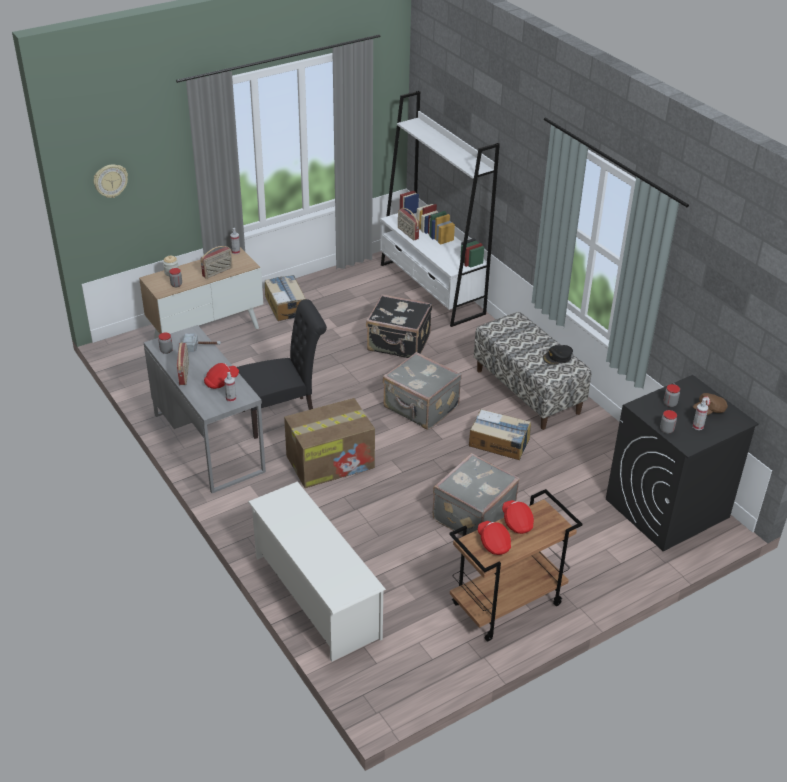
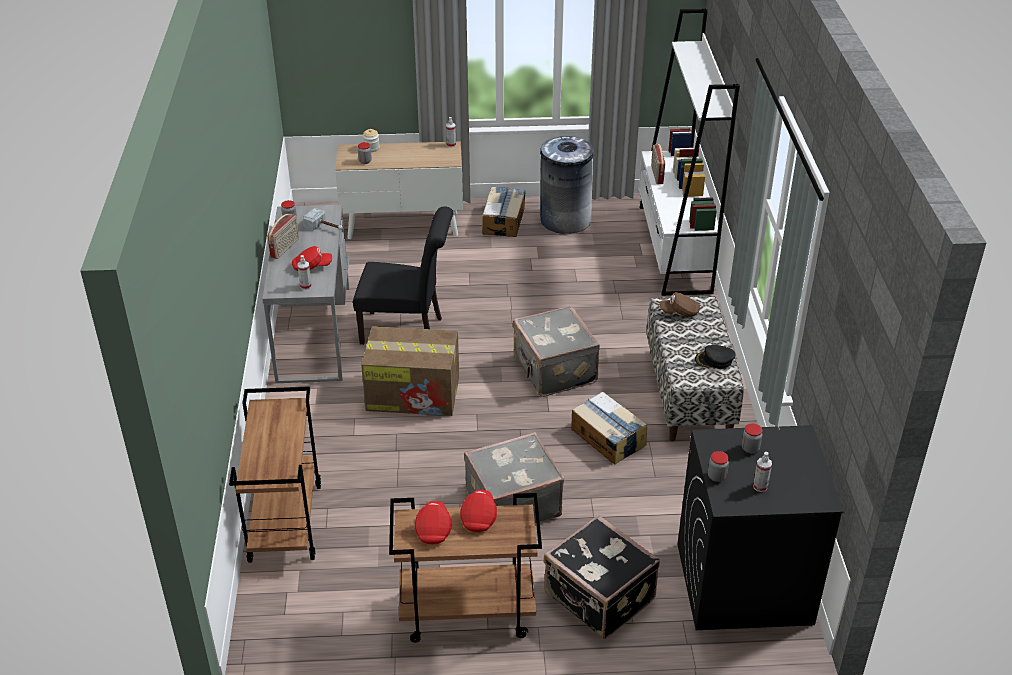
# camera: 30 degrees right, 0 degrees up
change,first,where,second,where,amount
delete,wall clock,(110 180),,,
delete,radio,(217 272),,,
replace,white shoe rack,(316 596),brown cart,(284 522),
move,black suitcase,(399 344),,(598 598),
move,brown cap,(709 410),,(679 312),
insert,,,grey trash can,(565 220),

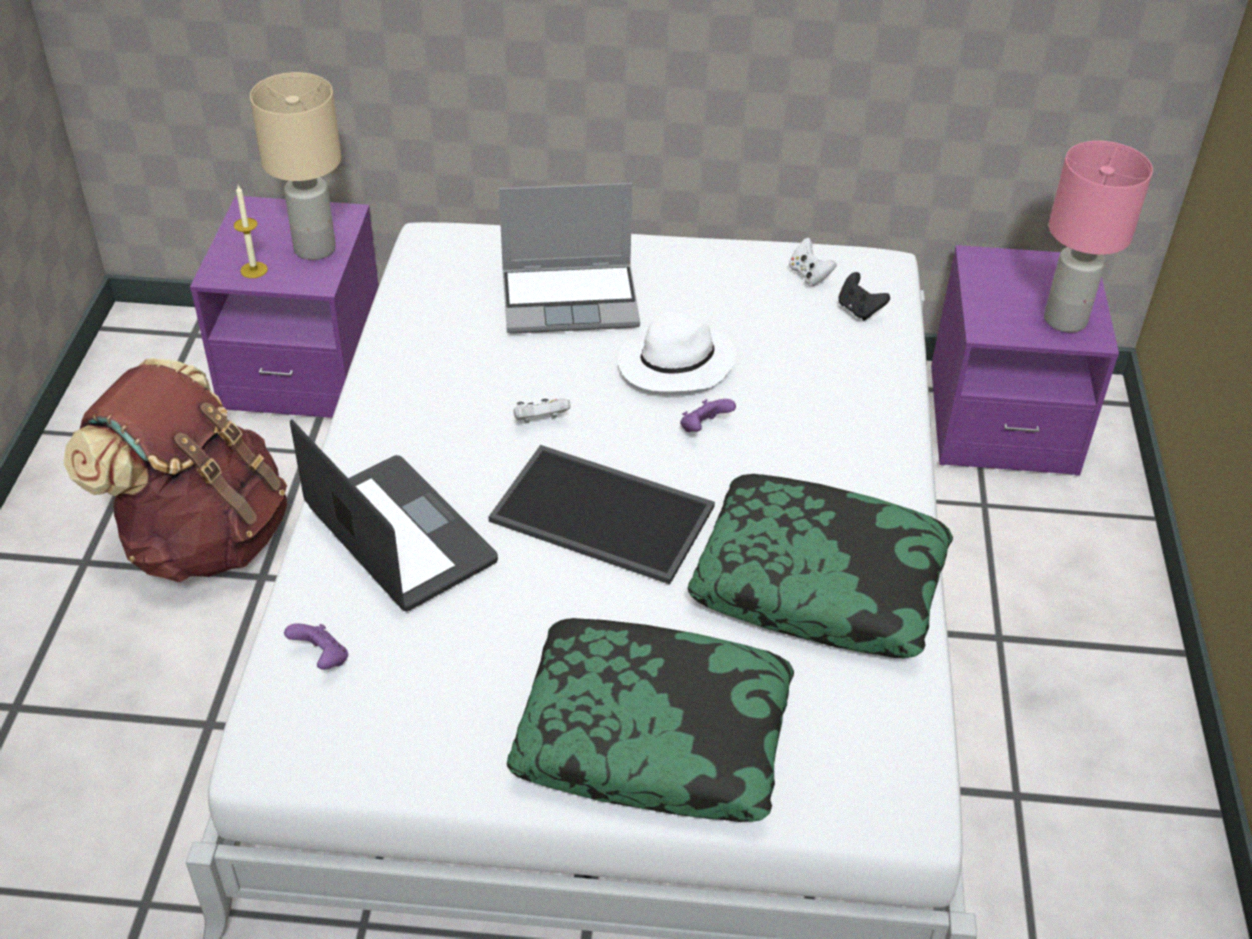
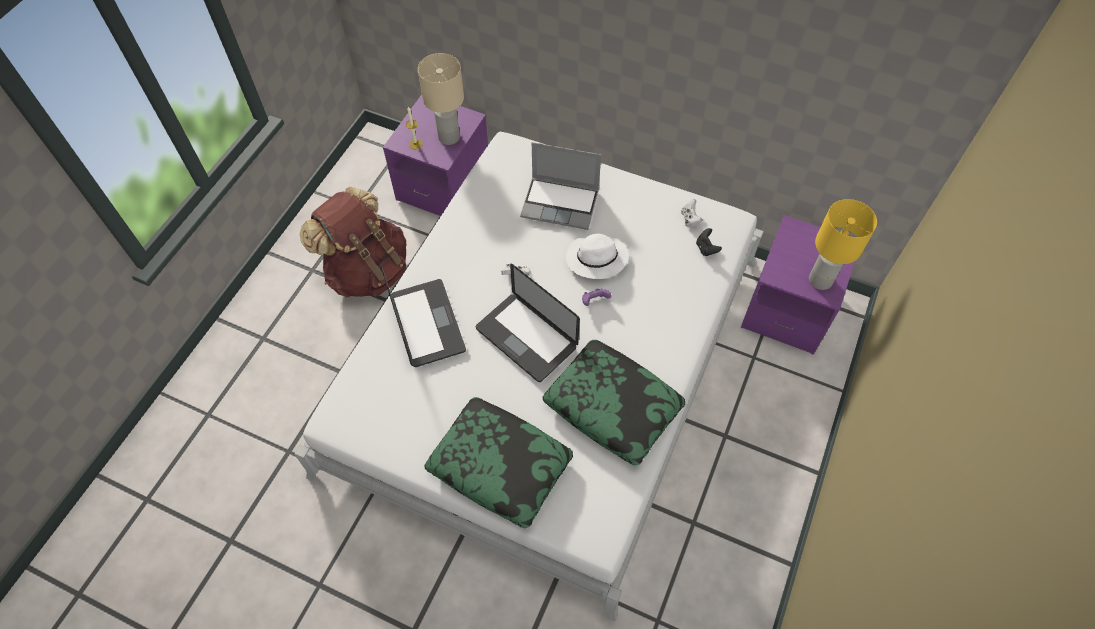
# camera: 20 degrees right, 15 degrees up
change,first,where,second,where,amount
delete,purple game controller,(322 659),,,
replace,tray,(605 512),laptop,(526 338),
recolor,pink table lamp,(1064 319),yellow table lamp,(820 279),

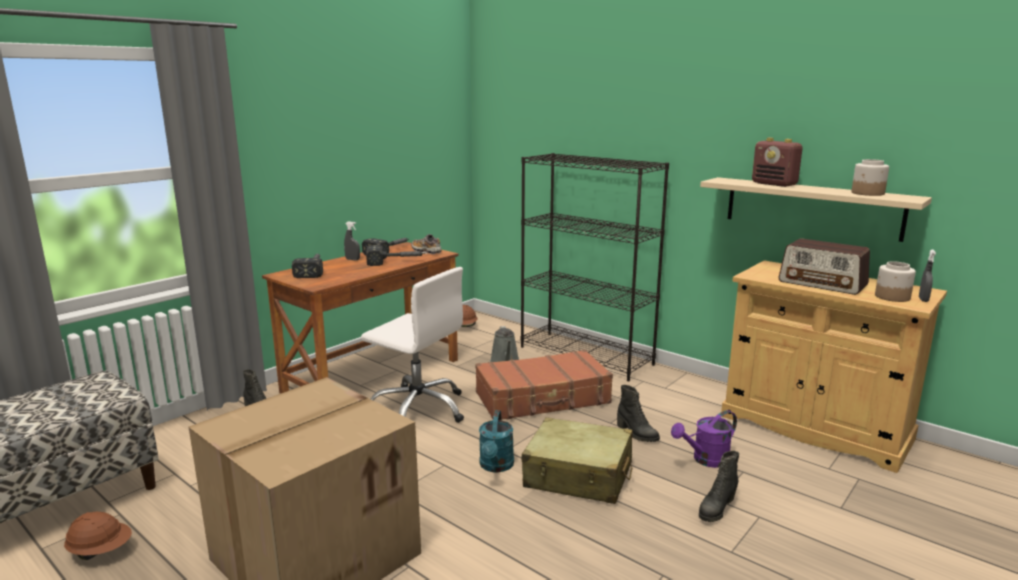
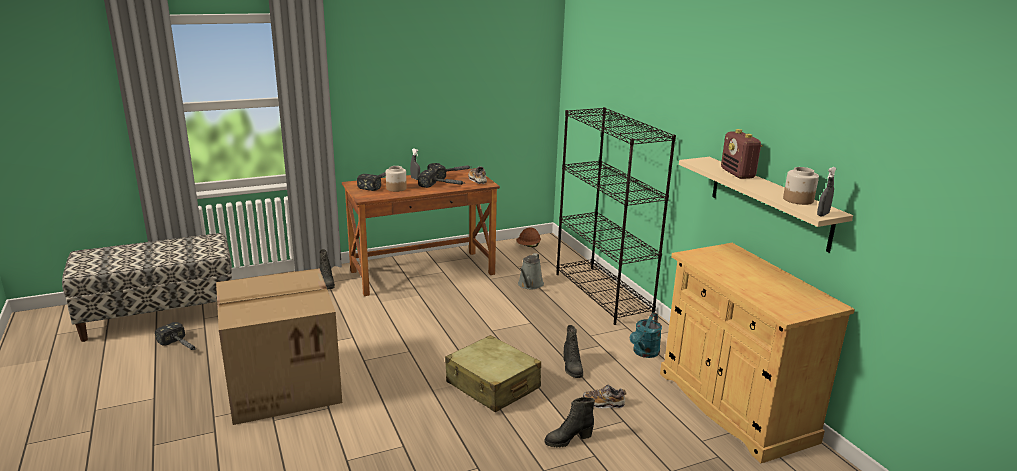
# camera: 25 degrees right, 5 degrees up
change,first,where,second,where,amount
replace,brown hard hat,(101 551),hammer,(181 346),
delete,white office chair,(418 409),,,
delete,brown suitcase,(543 398),,,
move,turquoise watering can,(496 466),,(644 353),
replace,purple watering can,(705 460),shoe,(603 403),
delete,radio,(822 283),,,
move,jar,(892 297),,(396 188),
move,grey spray bottle,(923 300),,(822 214),

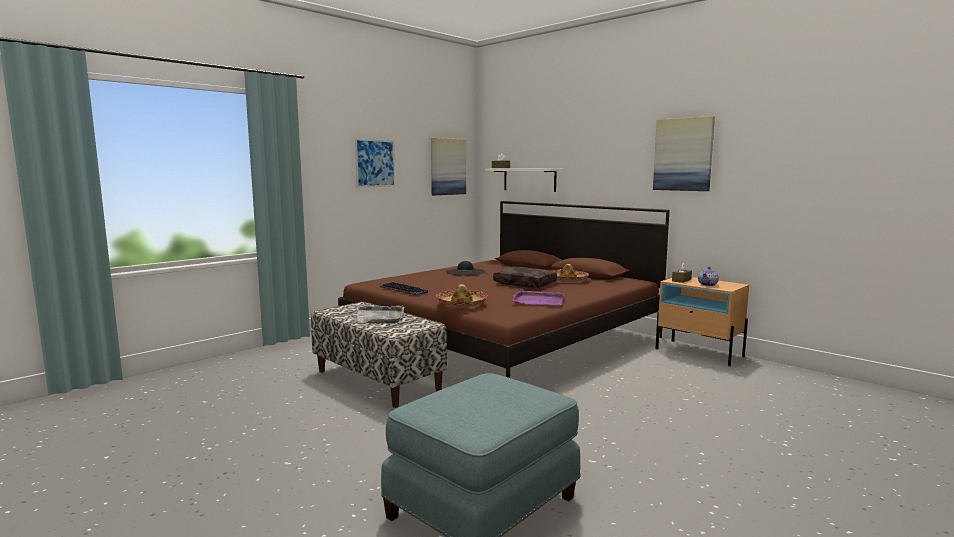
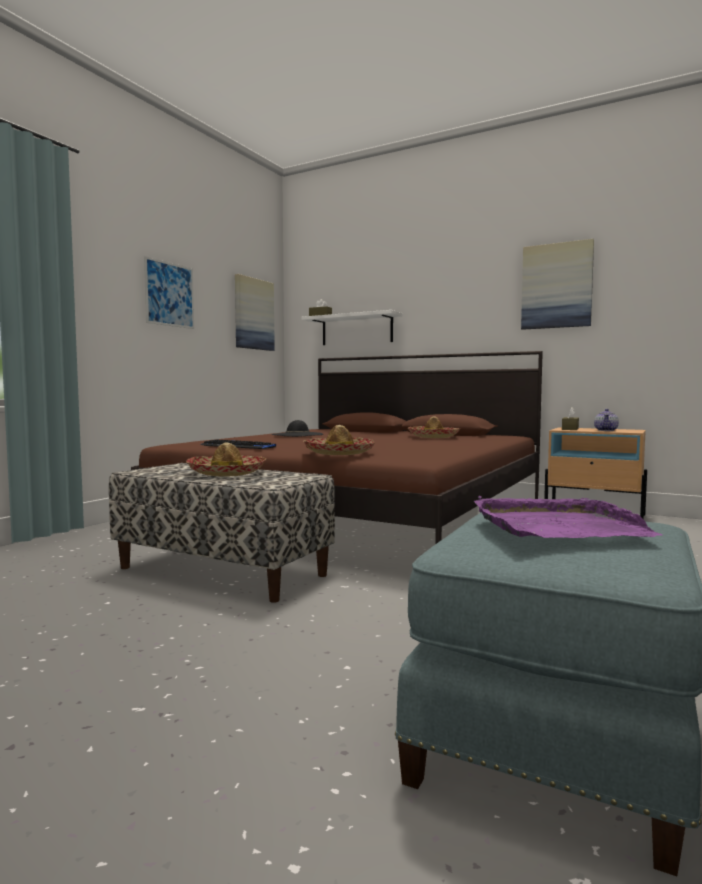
# camera: 15 degrees left, 5 degrees down
change,first,where,second,where,amount
replace,grey tray,(380 317),hat,(226 473),
delete,brown pillow,(525 284),,,
move,purple tray,(538 301),,(557 526),

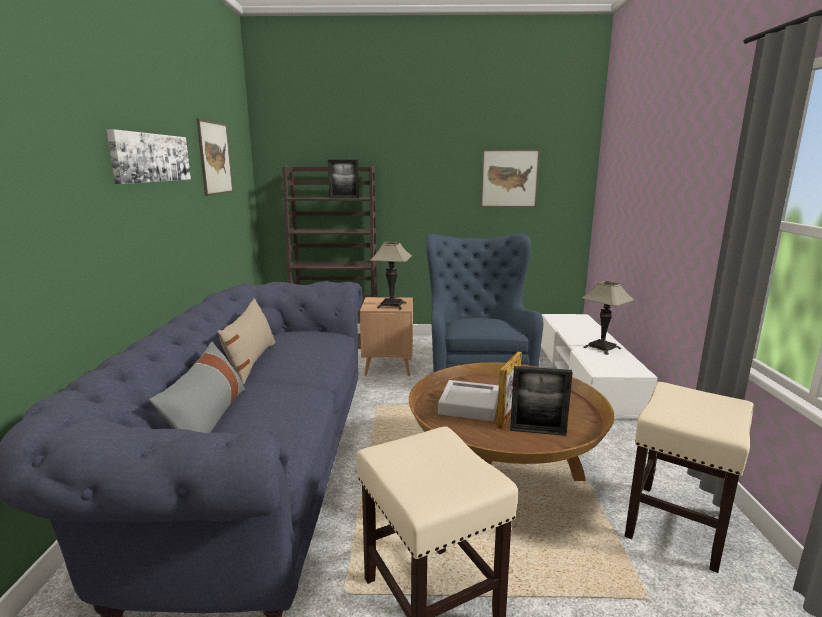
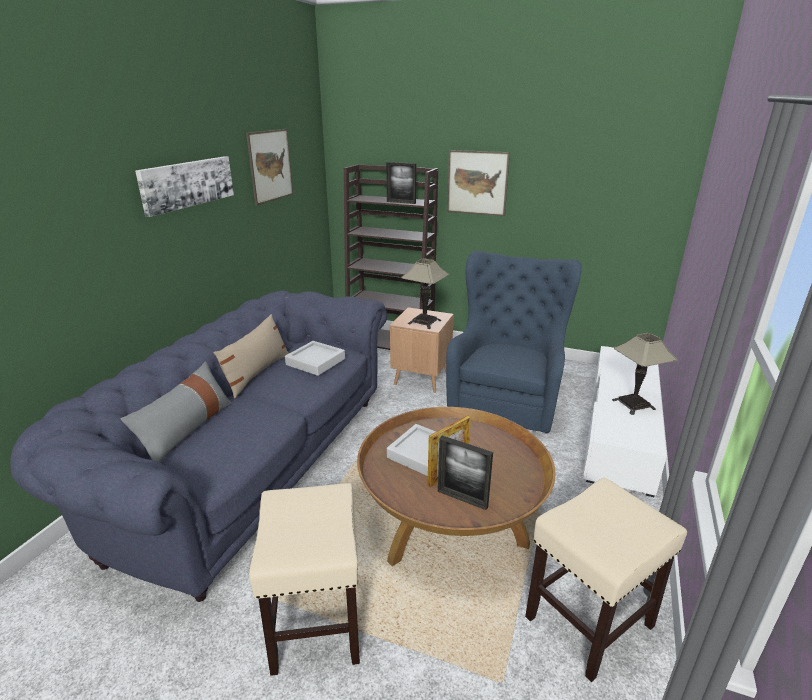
# camera: 20 degrees right, 10 degrees up
change,first,where,second,where,amount
move,picture,(509 178),,(477 183),
insert,,,grey tray,(315 362),

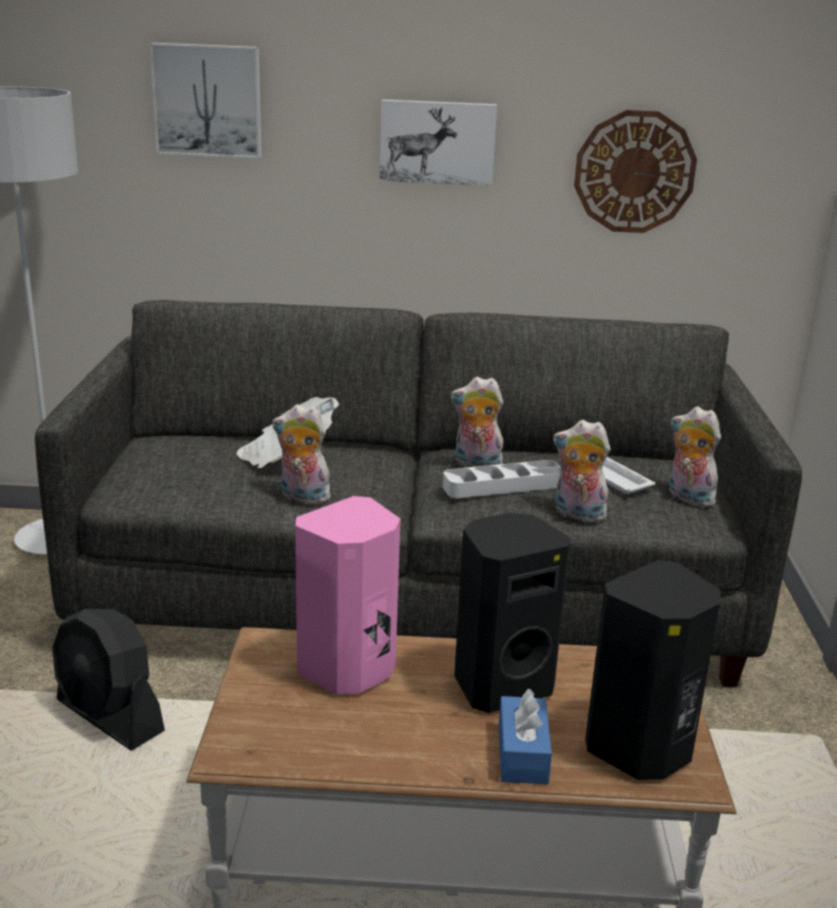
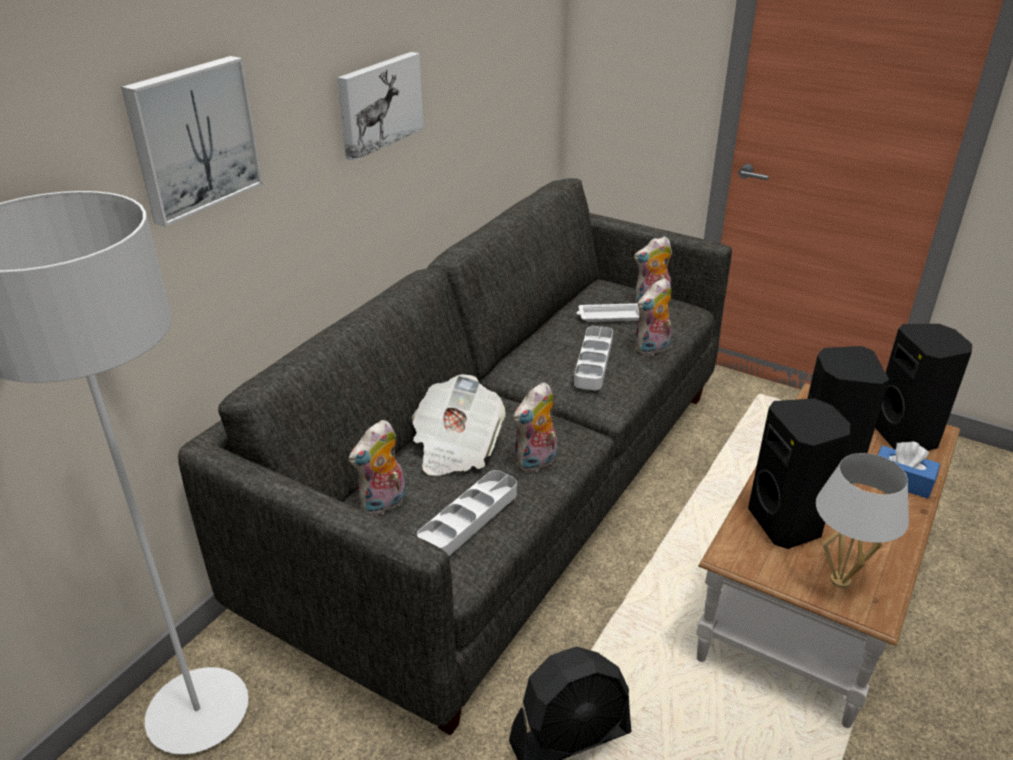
# camera: 60 degrees left, 10 degrees up
change,first,where,second,where,amount
recolor,pink speaker,(349 670),black speaker,(787 523),
move,plush toy,(476 465),,(383 505),
delete,wall clock,(634 172),,,
insert,,,grey tray,(469 519),
insert,,,white table lamp,(840 580),

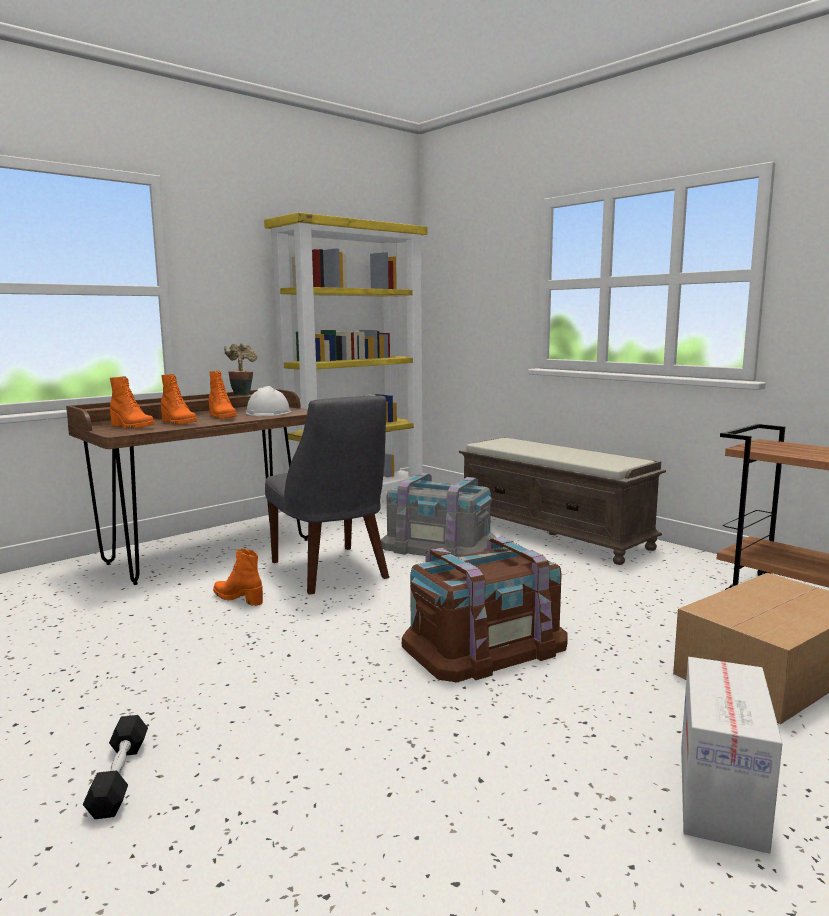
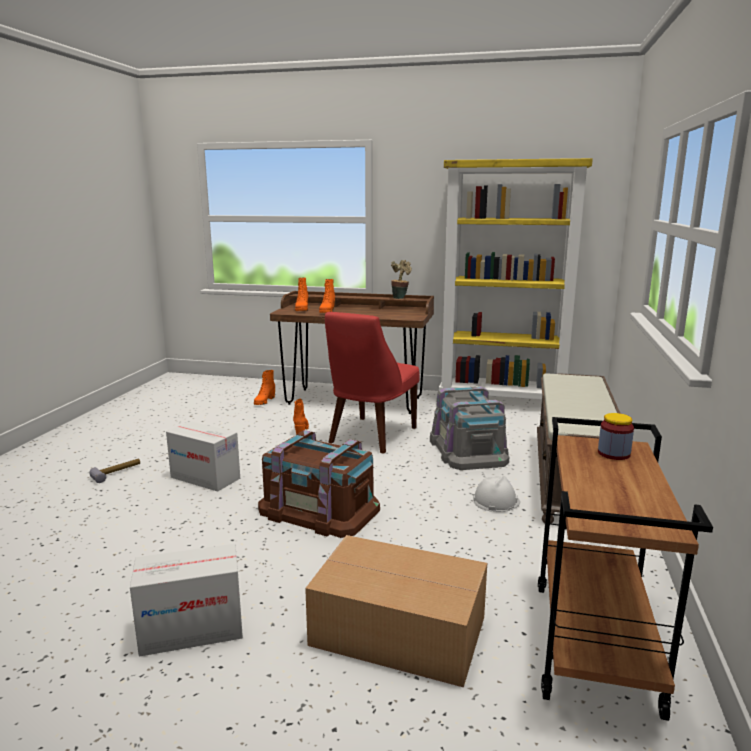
# camera: 55 degrees right, 5 degrees up
change,first,where,second,where,amount
replace,black dumbbell,(119 777),hammer,(115 472),
move,orange boot,(221 417),,(264 401),
move,white hard hat,(268 413),,(496 501),
recolor,grey chair,(332 571),red chair,(370 436),
insert,,,cardboard box,(205 478),
insert,,,jar,(613 454),

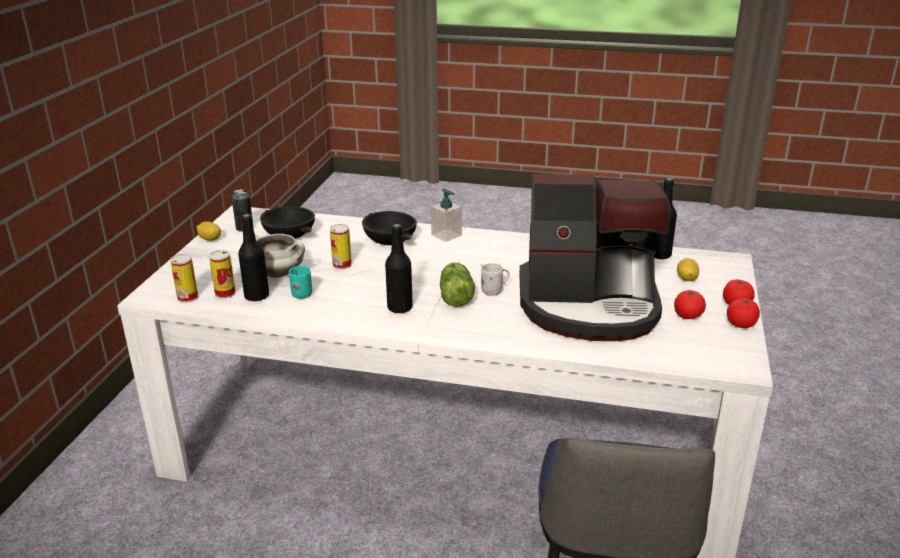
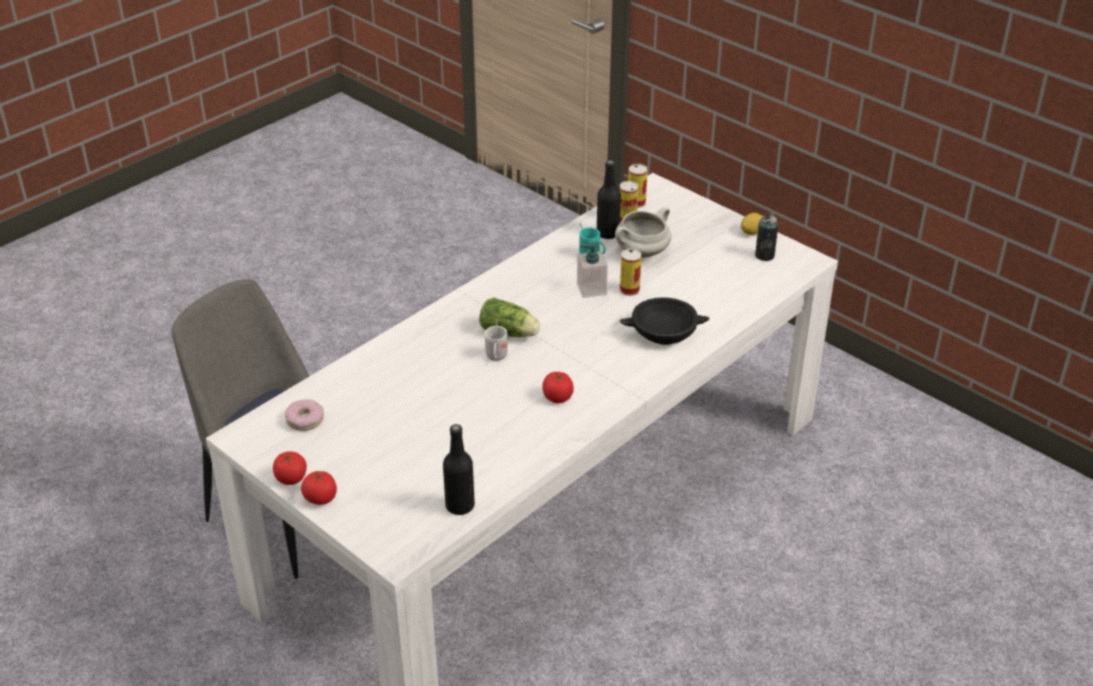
# camera: 120 degrees right, 10 degrees up
change,first,where,second,where,amount
delete,black bowl,(288 234),,,
delete,black bottle,(400 308),,,
move,soap dispenser,(446 235),,(591 289),
delete,coffee machine,(589 306),,,
move,tomato,(687 316),,(557 397),
delete,lemon,(686 279),,,
insert,,,donut,(305 420),

